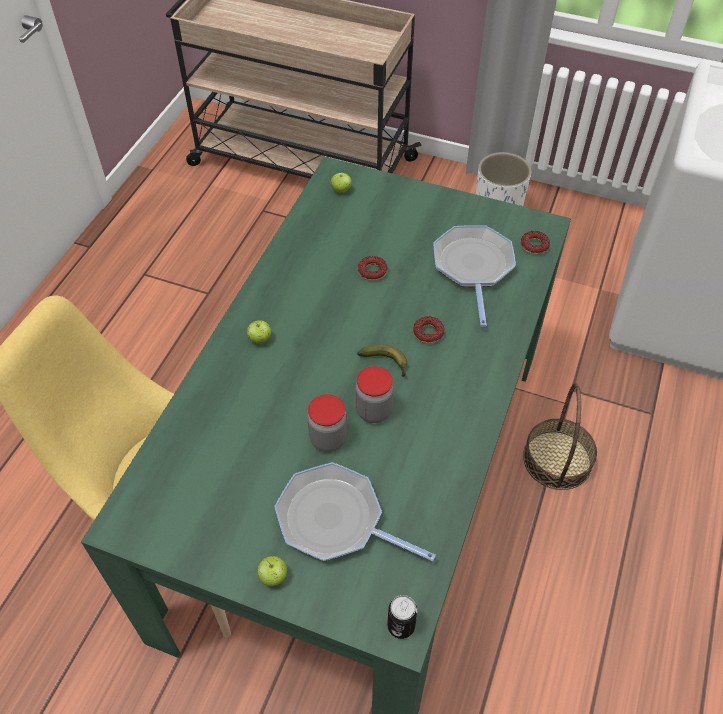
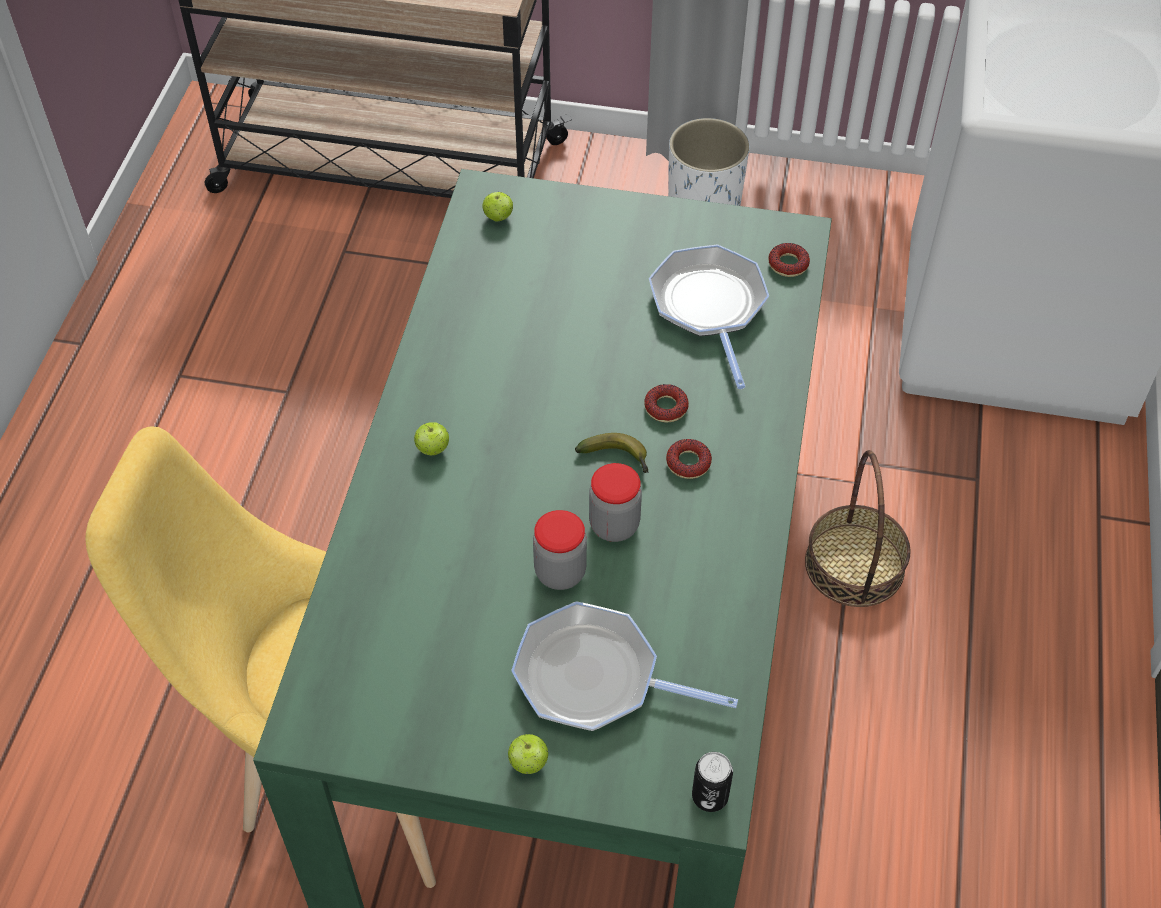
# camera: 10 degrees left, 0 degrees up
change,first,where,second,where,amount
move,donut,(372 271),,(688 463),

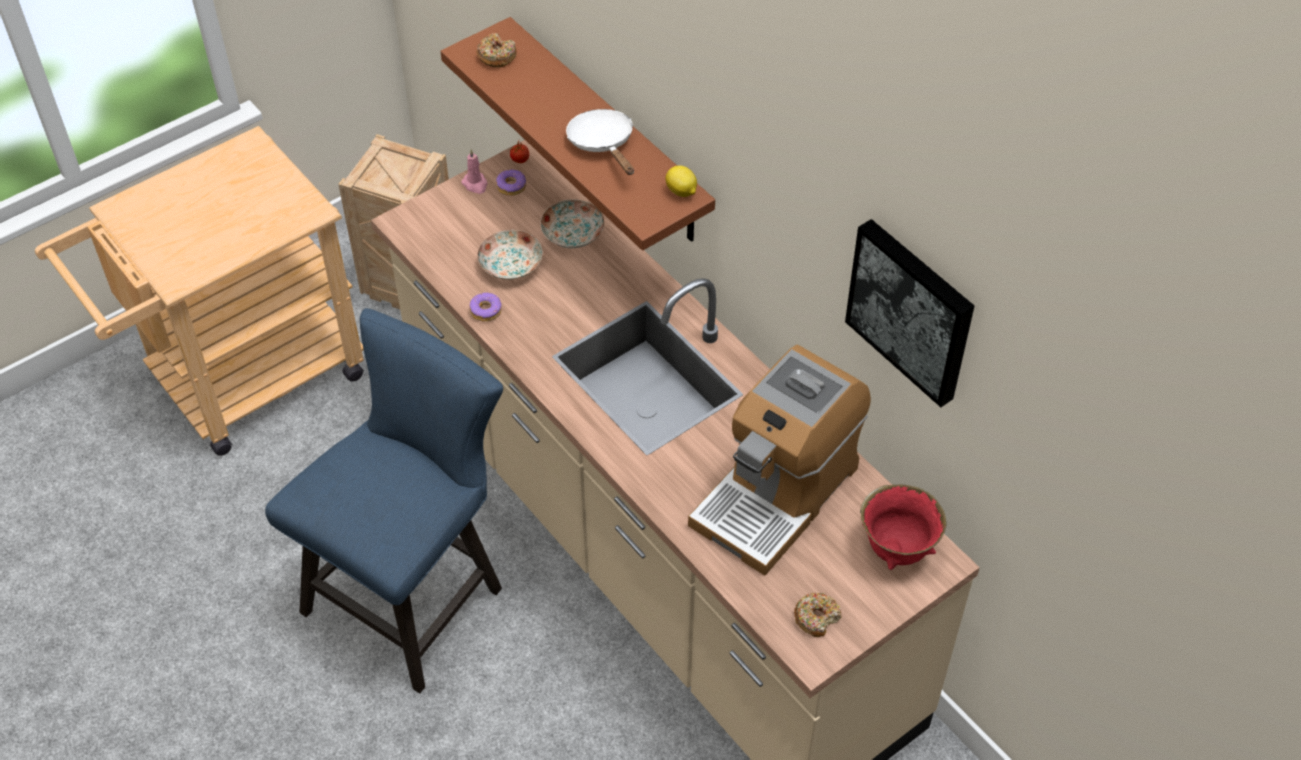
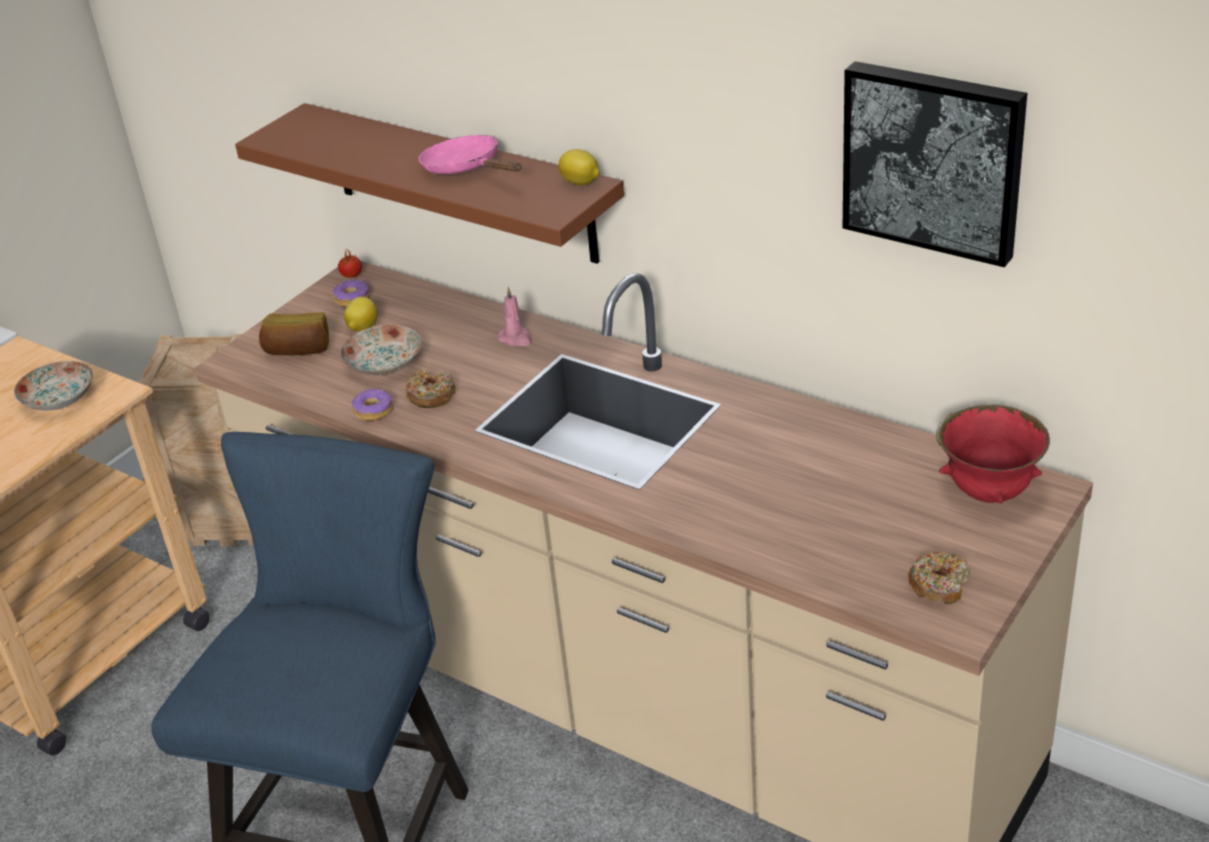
# camera: 15 degrees left, 15 degrees down
change,first,where,second,where,amount
move,pink candle,(475 184),,(516 339),
move,donut,(497 56),,(431 396),
move,plate,(573 234),,(60 399),
recolor,white frying pan,(603 144),pink frying pan,(467 168),
delete,coffee machine,(776 494),,,
insert,,,bread,(298 350),
insert,,,lemon,(362 328),

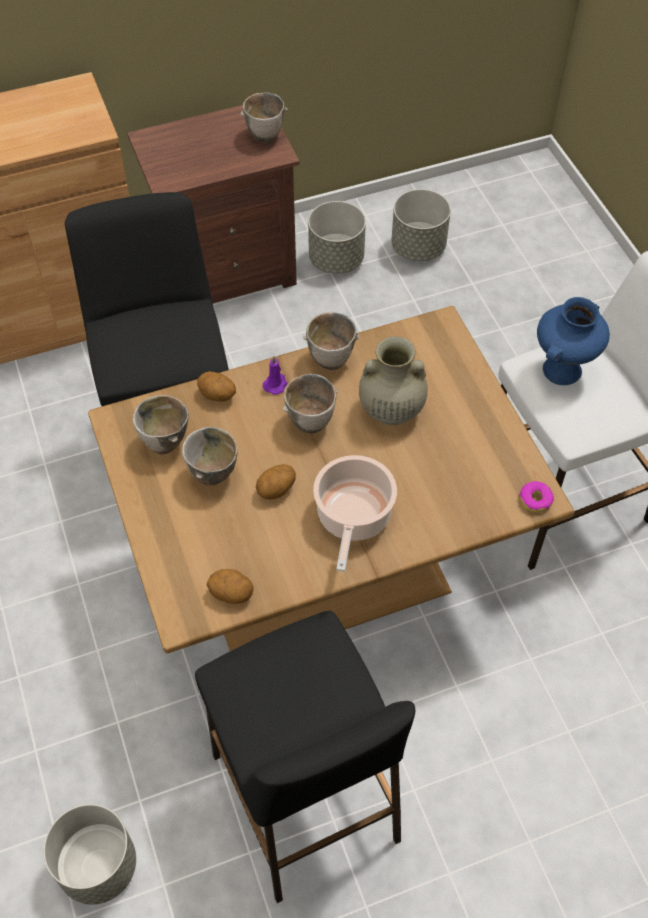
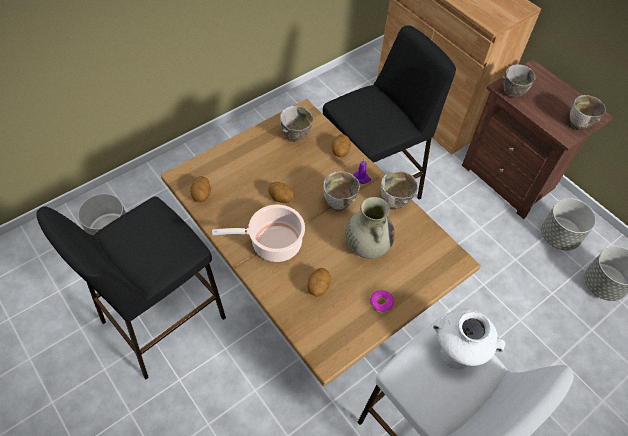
# camera: 70 degrees right, 0 degrees up
change,first,where,second,where,amount
move,bowl,(212 477),,(510 93),
move,donut,(535 500),,(381 303),
recolor,blue vase,(562 371),white vase,(455 354),
insert,,,potato,(318 287),

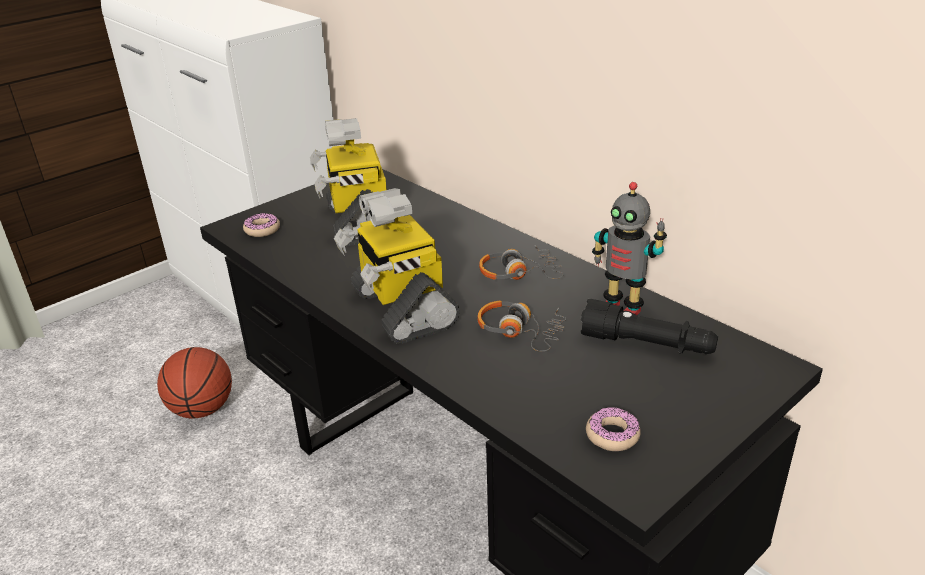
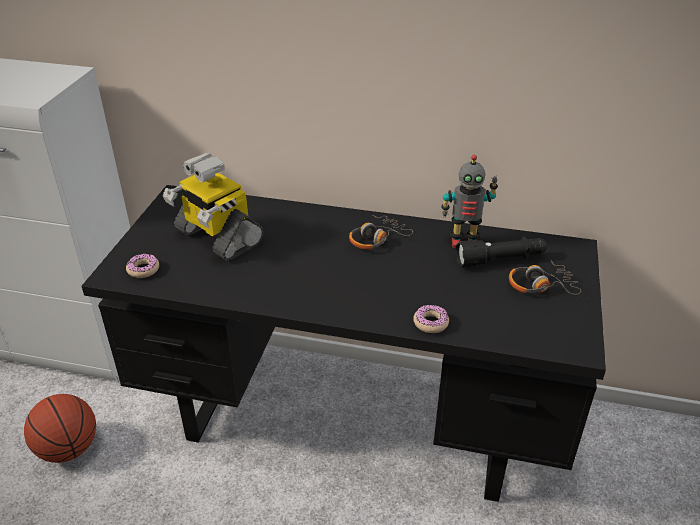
# camera: 35 degrees left, 5 degrees up
change,first,where,second,where,amount
delete,toy robot,(401 308),,,
move,headphones,(520 332),,(541 285),
move,donut,(612 435),,(430 323),

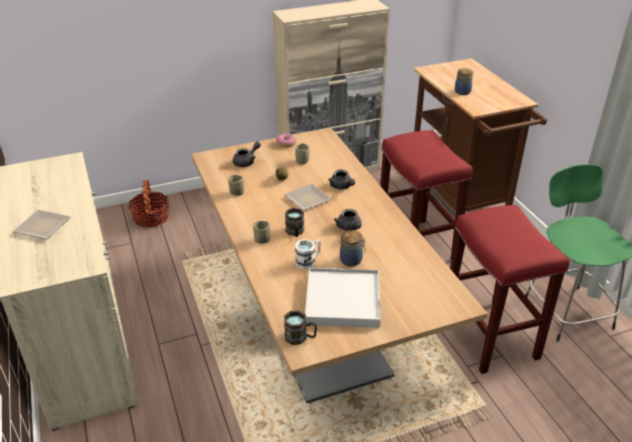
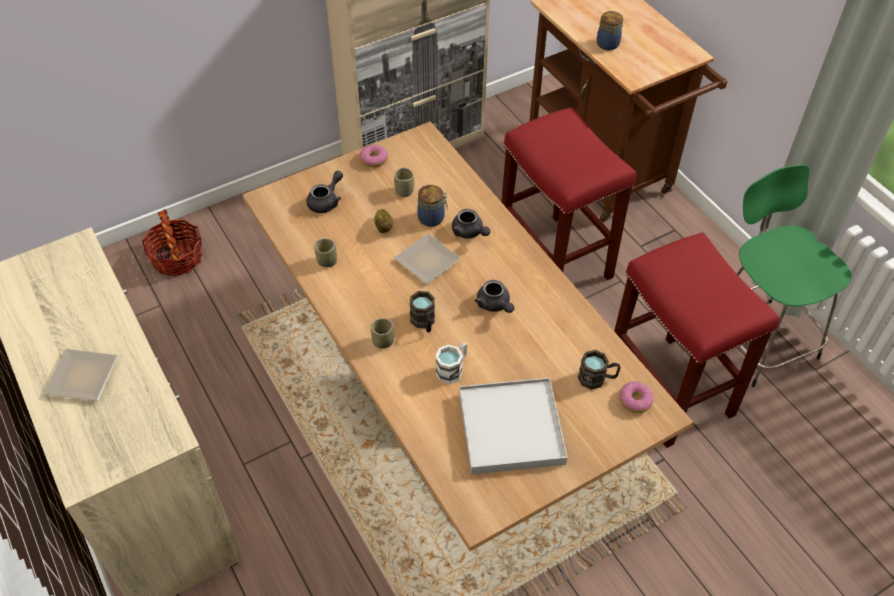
# camera: 10 degrees left, 15 degrees up
change,first,where,second,where,amount
move,brown mug,(300 337),,(597 378),
move,jar,(352 260),,(432 218),
insert,,,donut,(635 401),

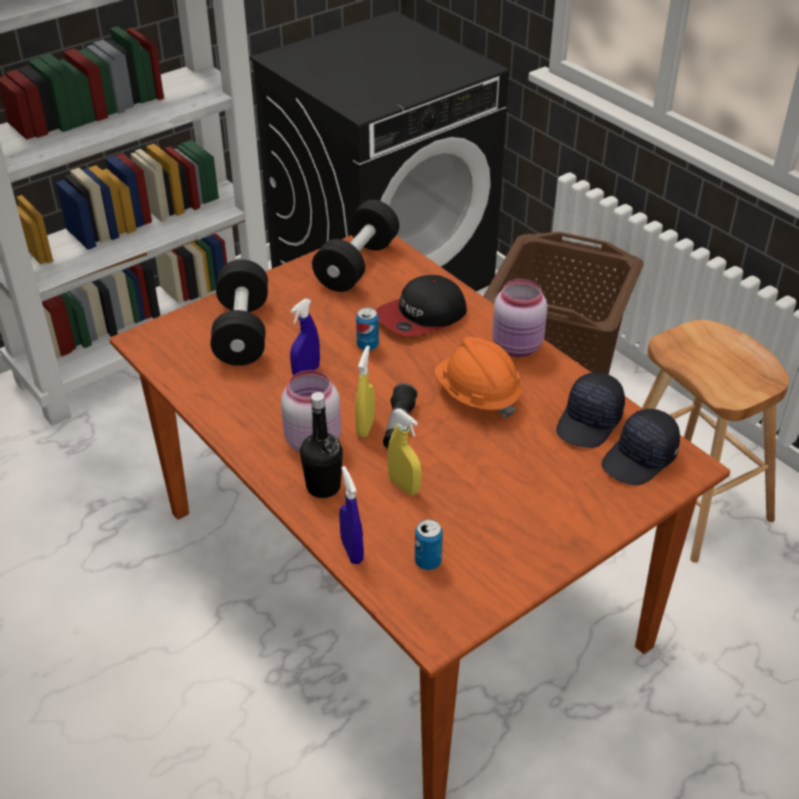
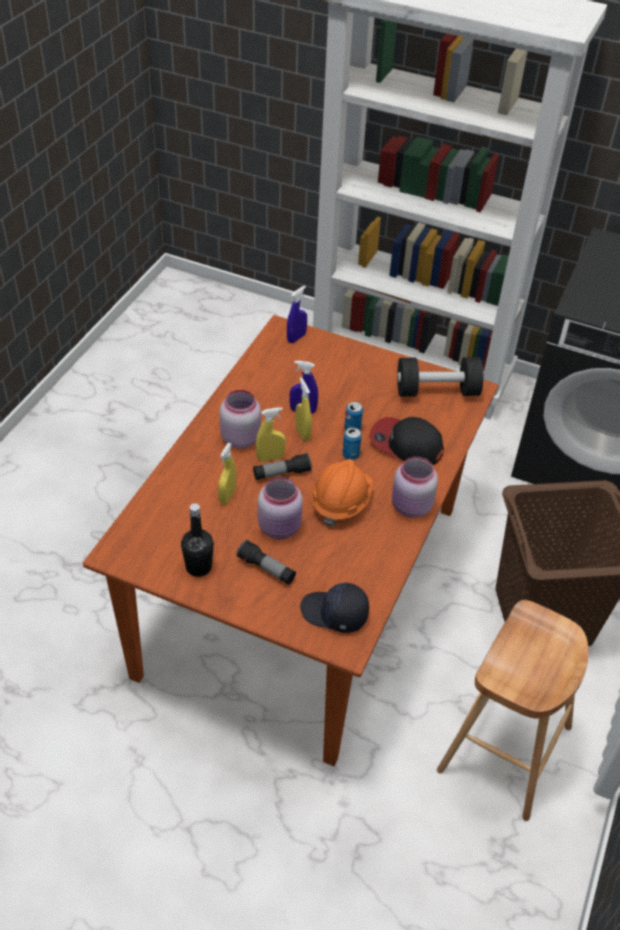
# camera: 60 degrees right, 5 degrees up
change,first,where,second,where,amount
delete,black dumbbell,(242 332),,,
move,black bottle,(323 487),,(198 567),
move,blue spray bottle,(352 551),,(296 338),
move,can,(428 561),,(350 455),
delete,black cap,(590 422),,,
insert,,,flashlight,(266 569),
insert,,,pink jar,(281 528),
insert,,,yellow spray bottle,(302 433),

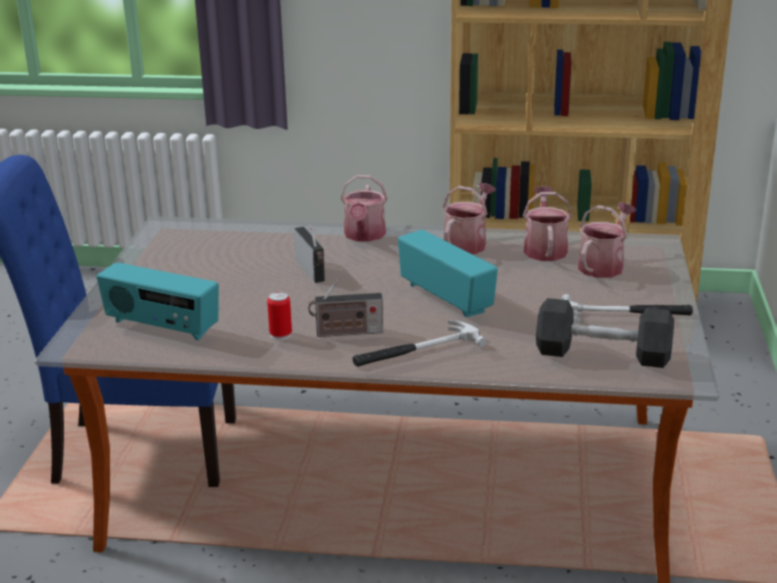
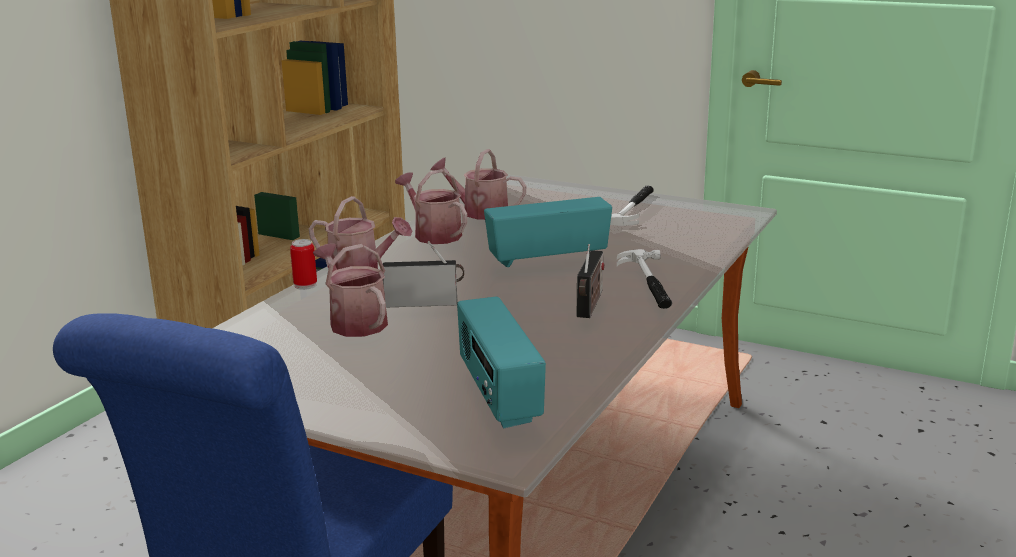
# camera: 70 degrees left, 5 degrees down
change,first,where,second,where,amount
rotate,radio,(161 327),,(497 395),120 degrees clockwise
move,can,(280 334),,(305 285),
delete,grey dumbbell,(602 354),,,
move,watering can,(603 265),,(354 321),

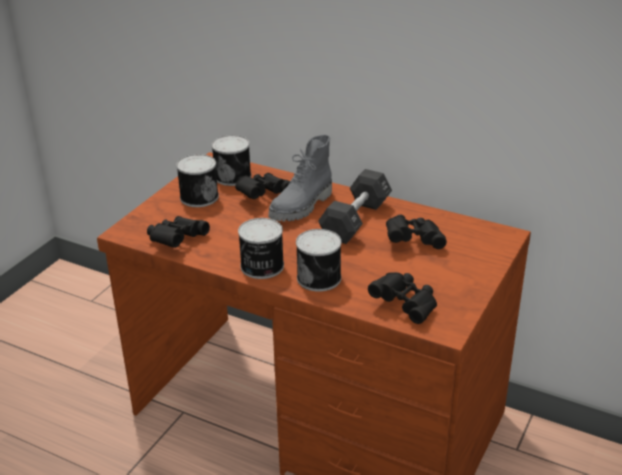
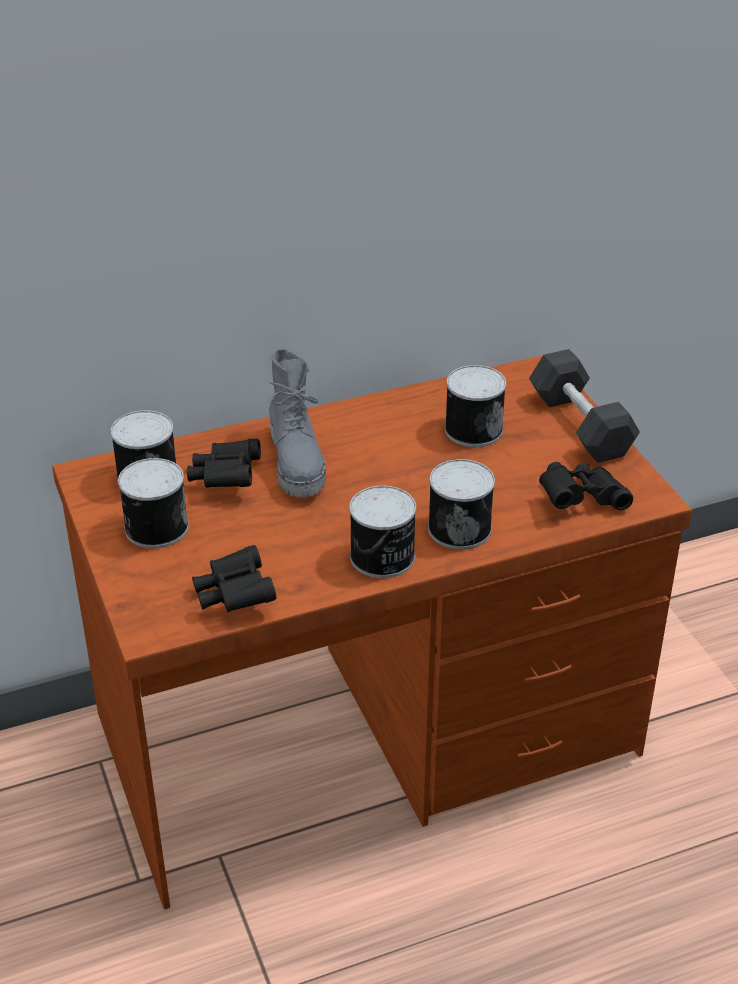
# camera: 50 degrees left, 5 degrees up
change,first,where,second,where,amount
move,black dumbbell,(355 220),,(580 425),
replace,black binoculars,(413 240),can,(472 429),

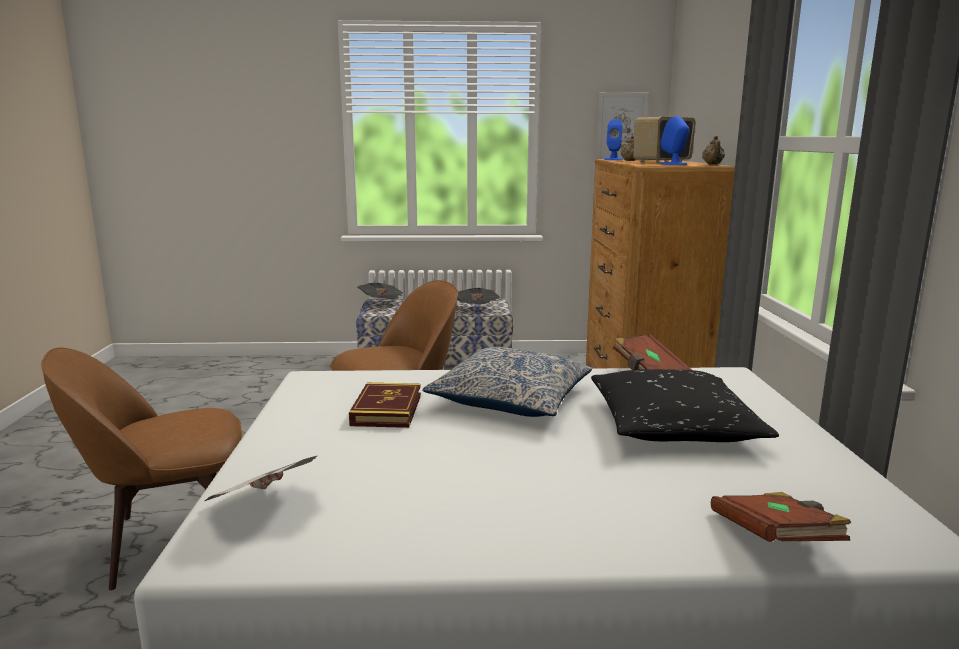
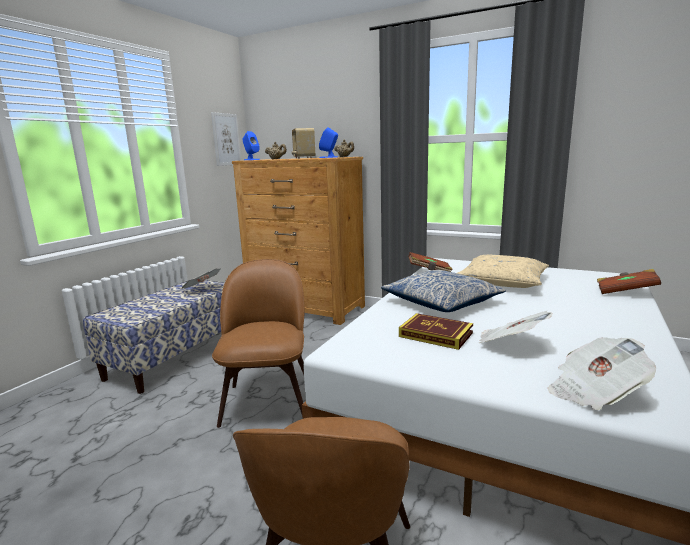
# camera: 60 degrees left, 0 degrees up
change,first,where,second,where,amount
move,newspaper,(382 303),,(510 344),
recolor,black pillow,(672 425),beige pillow,(502 282),

